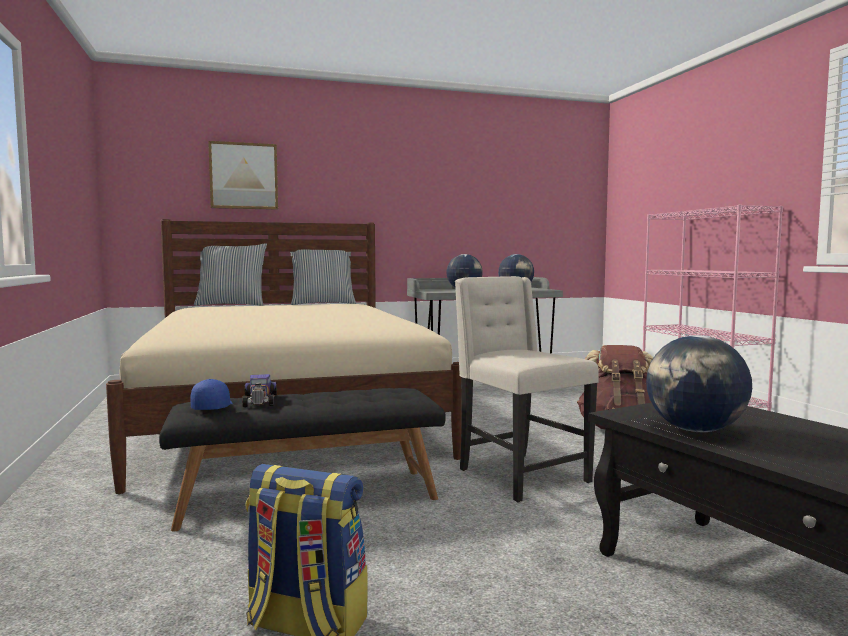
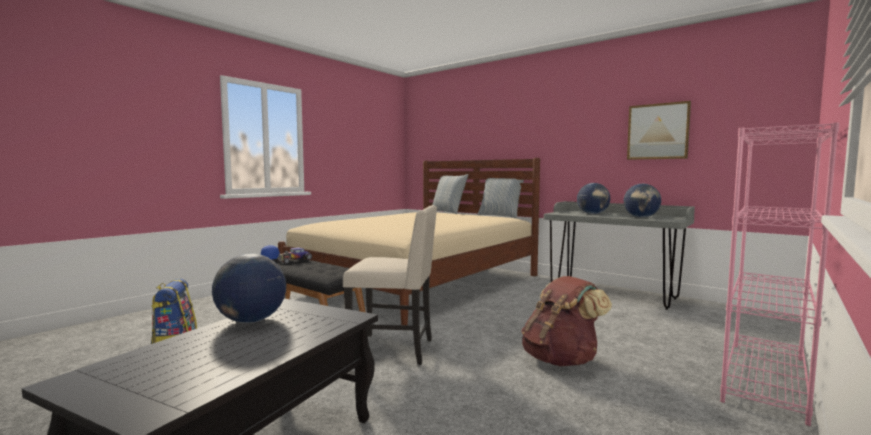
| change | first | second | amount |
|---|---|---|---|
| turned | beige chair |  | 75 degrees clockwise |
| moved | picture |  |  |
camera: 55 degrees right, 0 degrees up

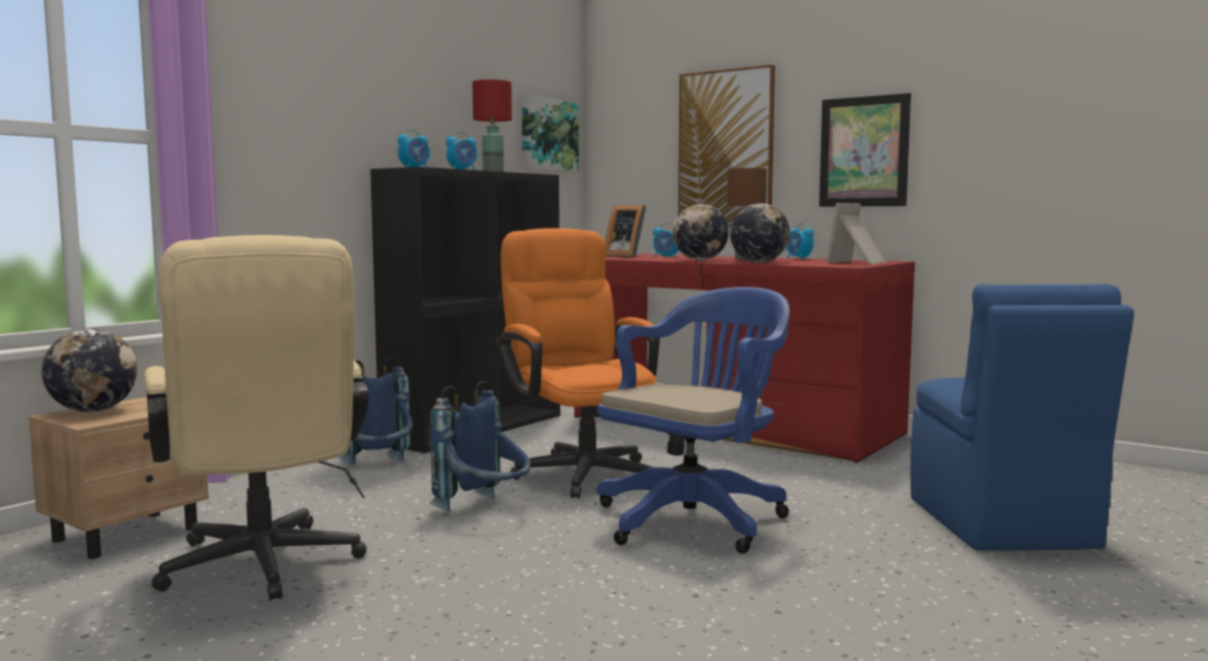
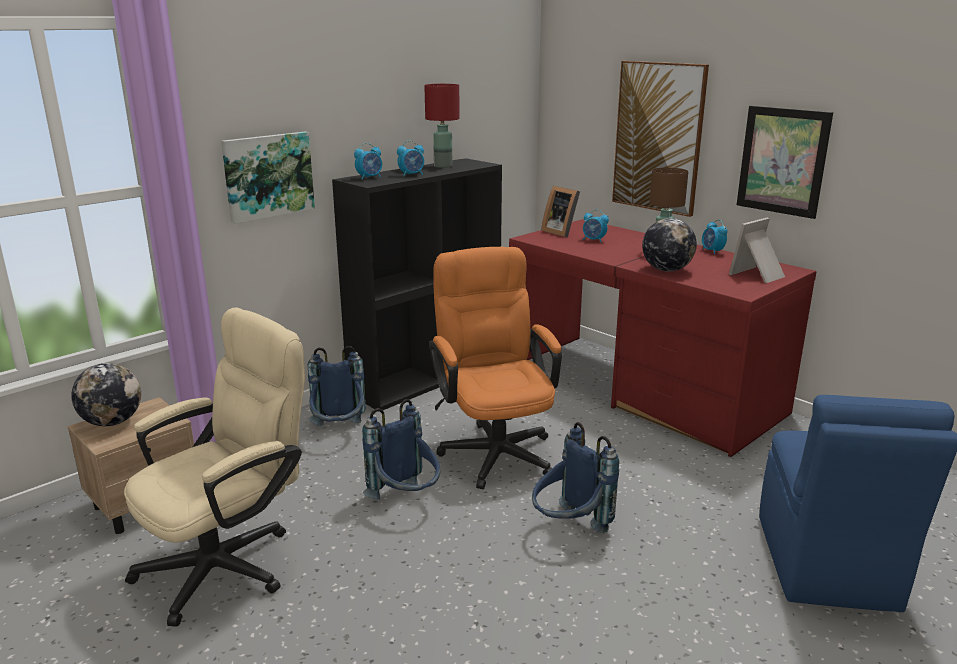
| change | first | second | amount |
|---|---|---|---|
| turned | beige office chair |  | 120 degrees counterclockwise |
| moved | picture (1st from left) |  |  |
| replaced | blue office chair | blue backpack (3rd from left) |  |
| removed | globe (2nd from left) |  |  |
camera: 10 degrees right, 15 degrees up

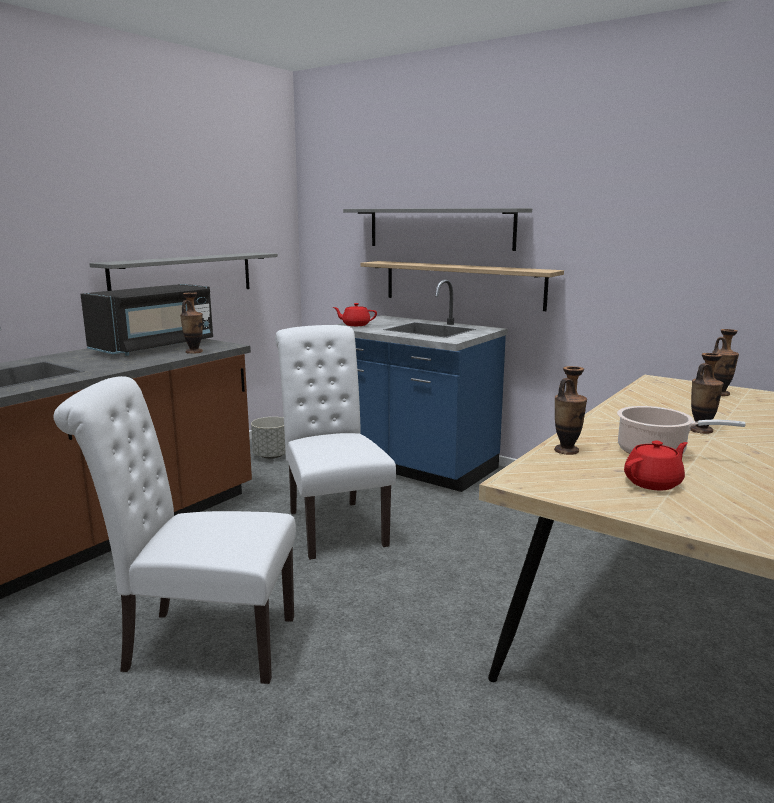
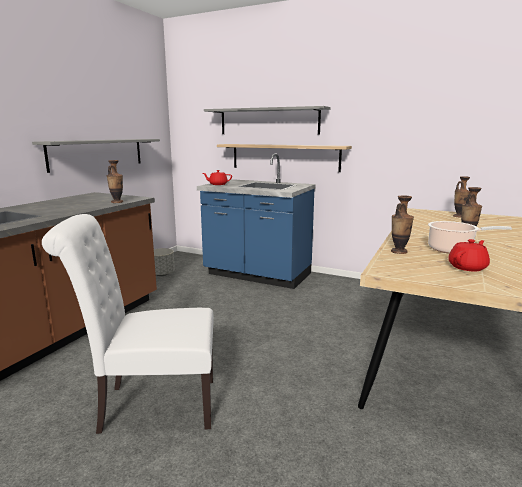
| change | first | second | amount |
|---|---|---|---|
| removed | black microwave |  |  |
| removed | white chair (2nd from left) |  |  |
camera: 10 degrees left, 0 degrees up

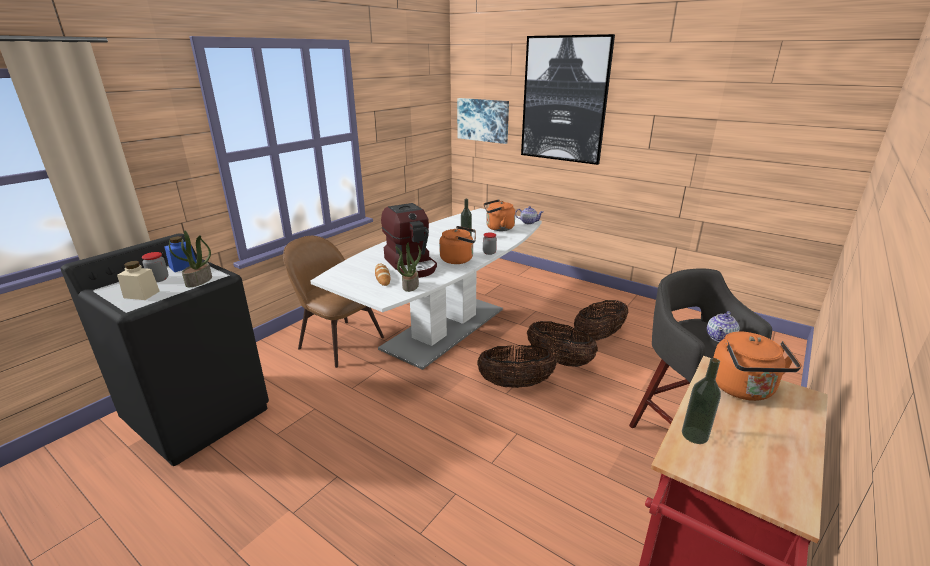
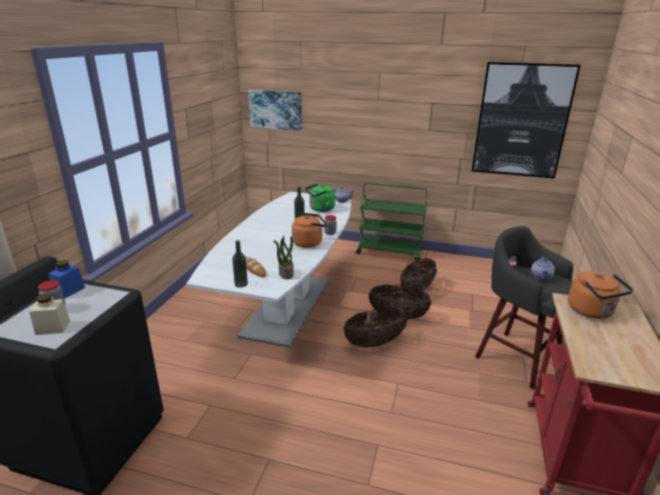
| change | first | second | amount |
|---|---|---|---|
| moved | bottle (2nd from left in the first image) | bottle (1st from left) |  |
| recoloured | orange kettle (2nd from left) | green kettle |  |
| added |  | green cart |  |
| moved | picture (2nd from left) |  |  |
| removed | potted plant (1st from left) |  |  |
| removed | brown chair |  |  |
| removed | coffee machine |  |  |
camera: 20 degrees left, 0 degrees up

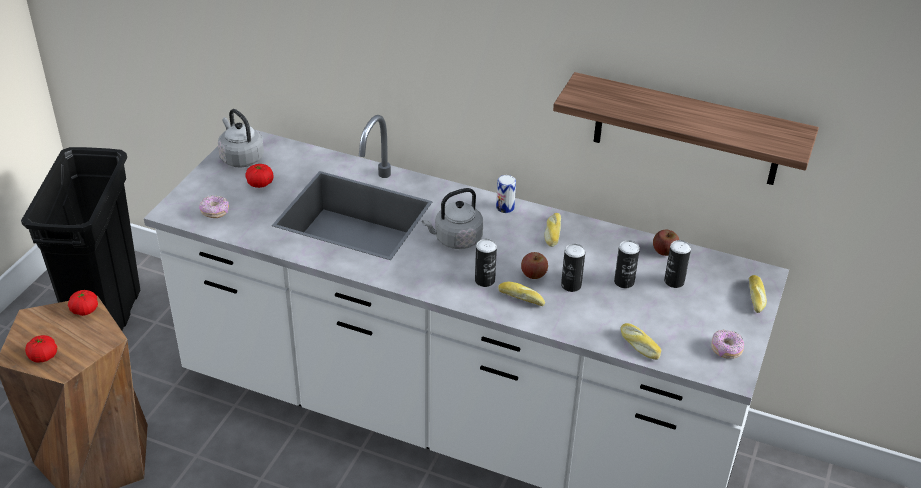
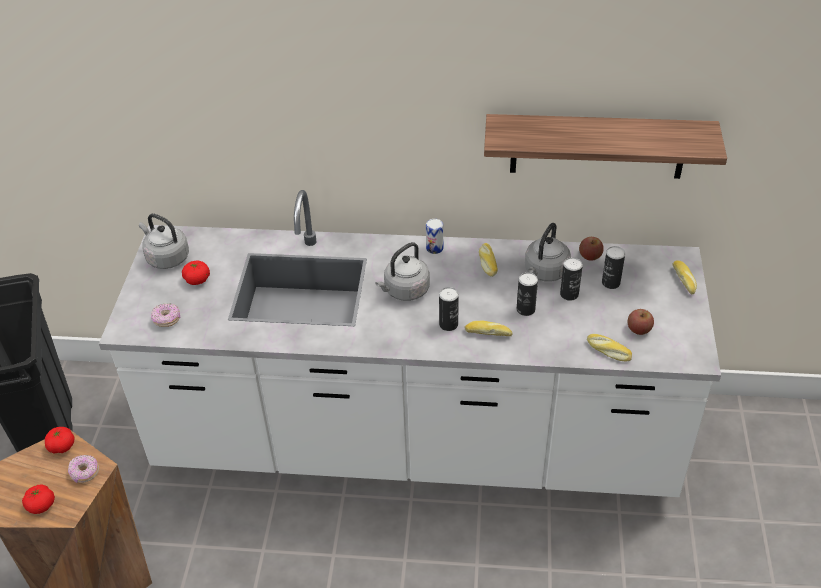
| change | first | second | amount |
|---|---|---|---|
| moved | donut (2nd from left in the first image) | donut (1st from left) |  |
| added |  | grey kettle (3rd from left) |  |
| moved | apple (1st from left in the first image) | apple (2nd from left) |  |
camera: 15 degrees left, 5 degrees up

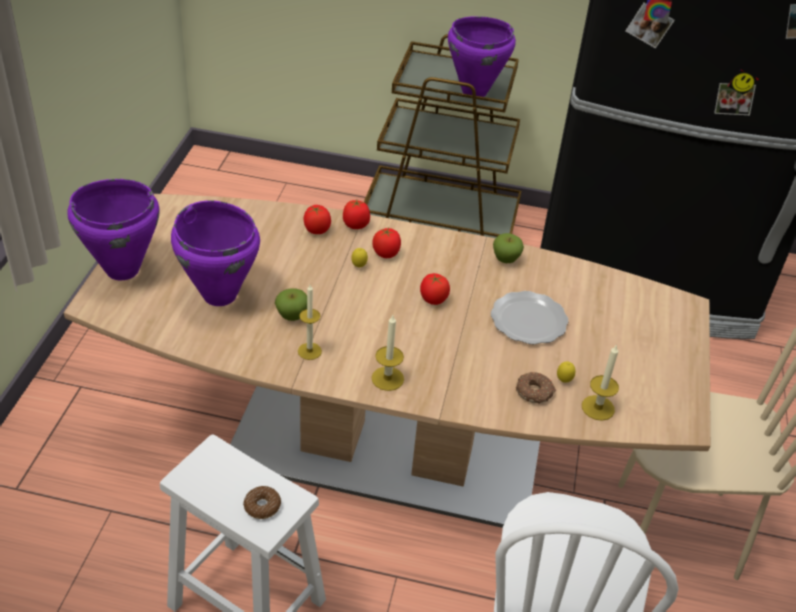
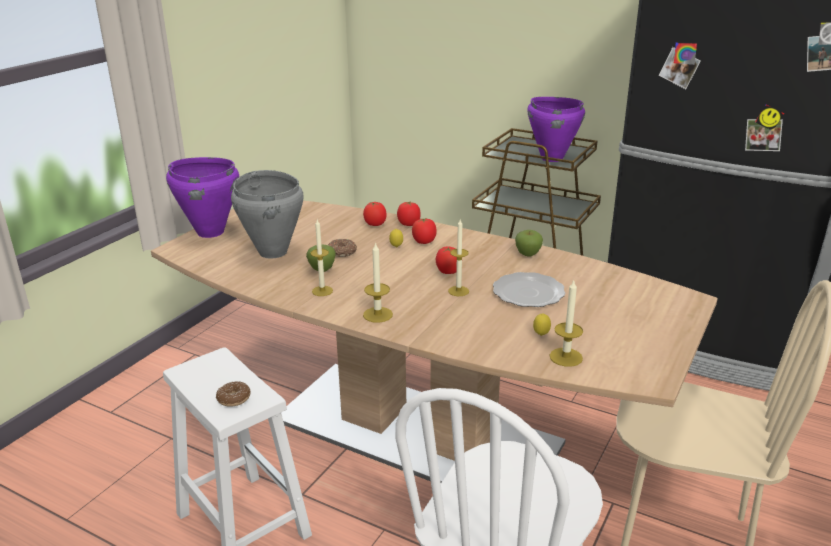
| change | first | second | amount |
|---|---|---|---|
| recoloured | purple cooking pot (2nd from left) | grey cooking pot |  |
| moved | donut (2nd from left) |  |  |
| added |  | candle (3rd from left) |  |
camera: 20 degrees right, 15 degrees down

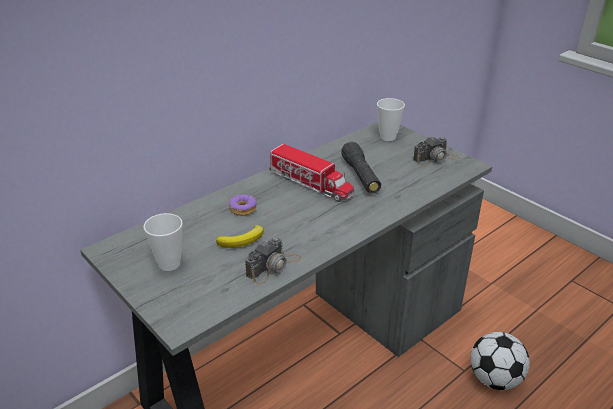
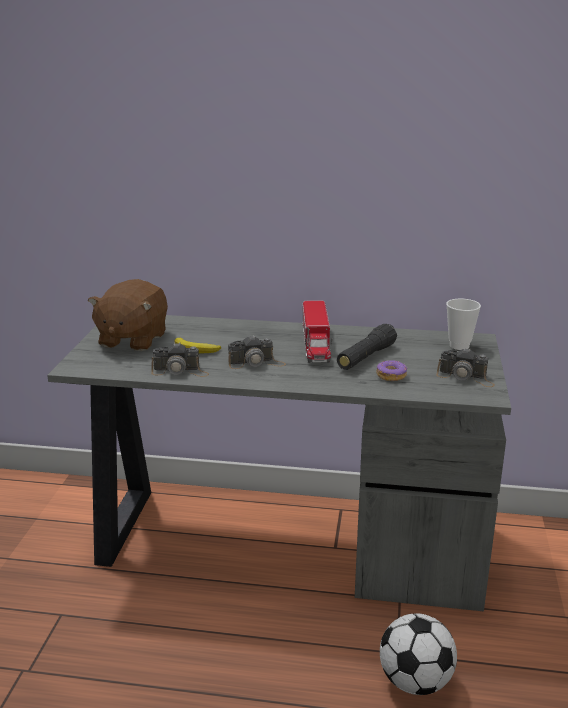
| change | first | second | amount |
|---|---|---|---|
| replaced | cup (1st from left) | brown plush toy |  |
| added |  | photo camera (2nd from left) |  |
| moved | donut |  |  |
camera: 50 degrees right, 10 degrees down

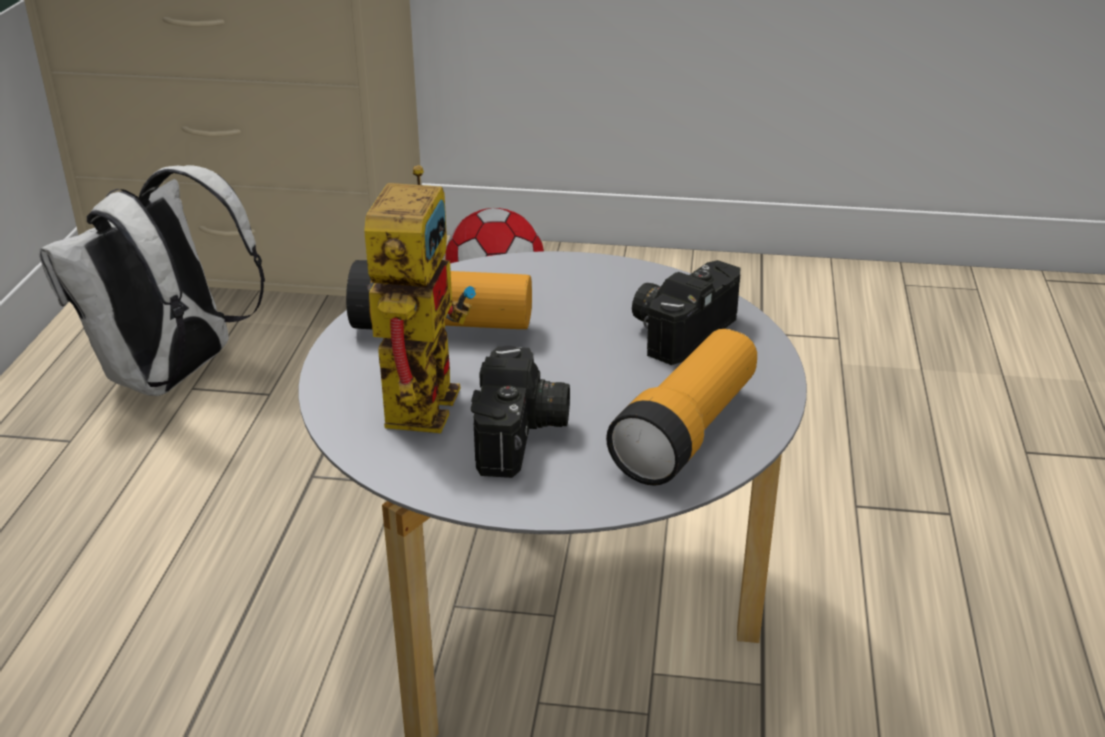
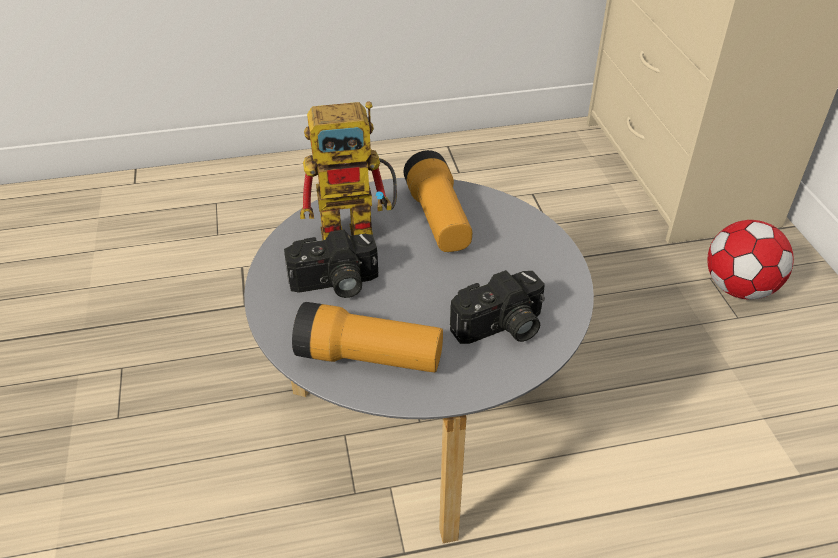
| change | first | second | amount |
|---|---|---|---|
| turned | photo camera (2nd from left) |  | 135 degrees clockwise |
| removed | white backpack |  |  |
camera: 70 degrees right, 10 degrees up

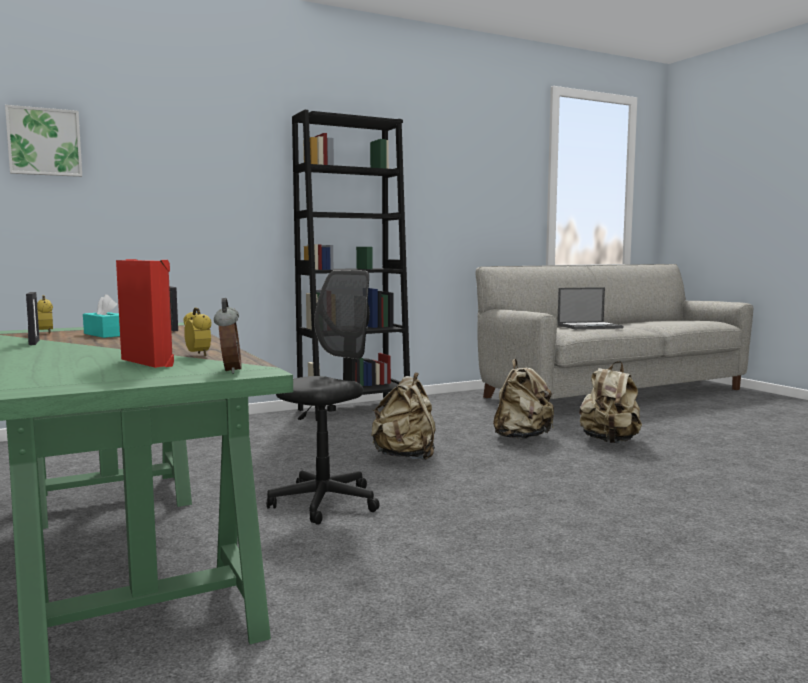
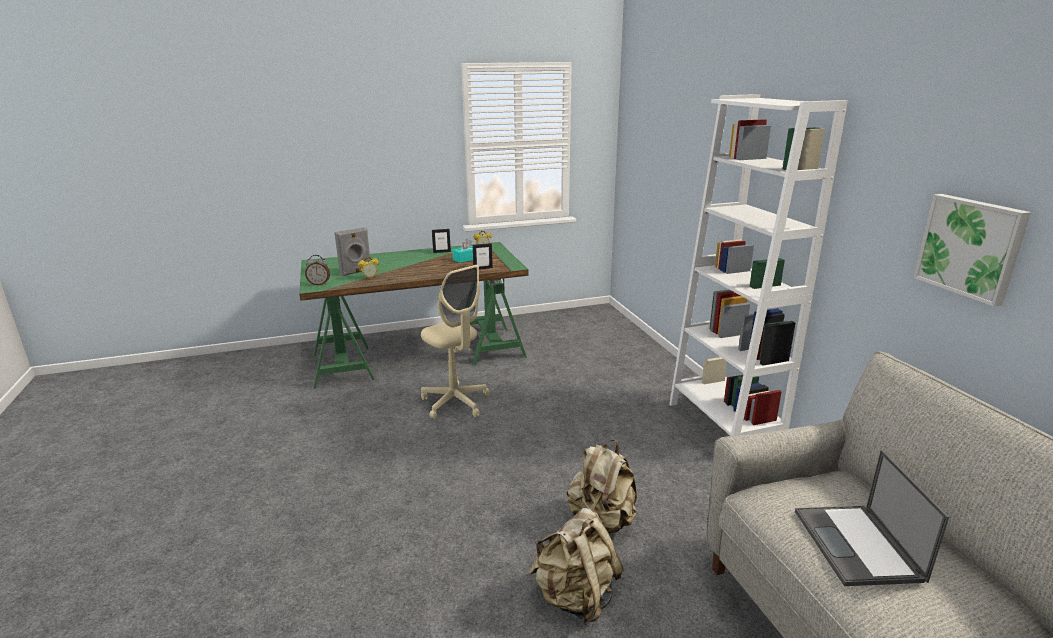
| change | first | second | amount |
|---|---|---|---|
| recoloured | red speaker | grey speaker |  |
| recoloured | black office chair | beige office chair |  |
| recoloured | black bookcase | white bookcase |  |
| moved | picture |  |  |
| removed | beige backpack (1st from left) |  |  |
camera: 100 degrees right, 15 degrees up

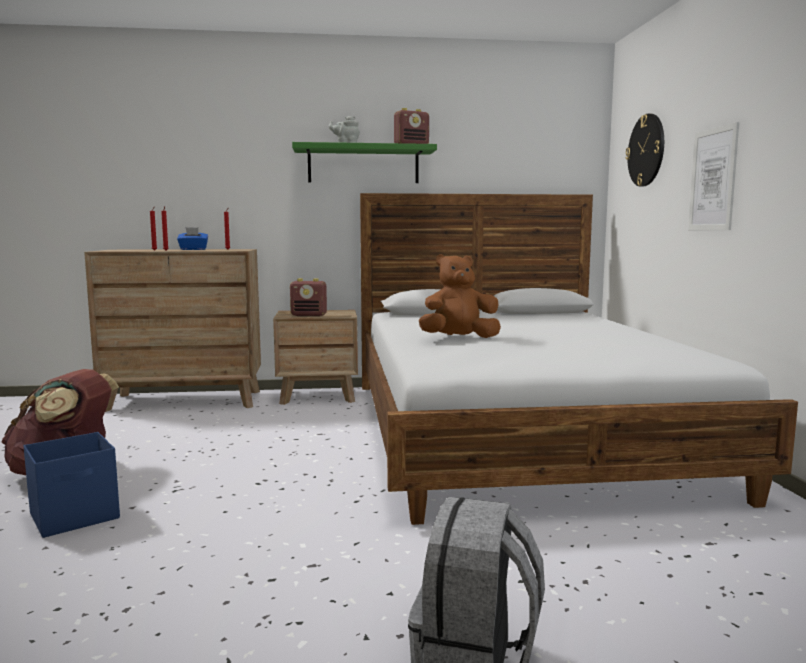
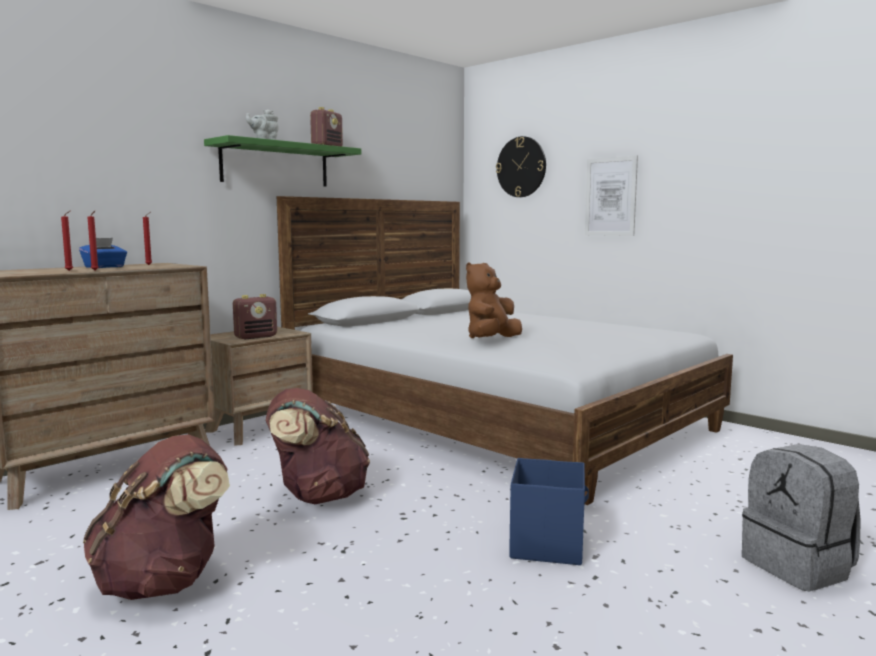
| change | first | second | amount |
|---|---|---|---|
| added |  | brown backpack (2nd from left) |  |
| moved | blue storage box |  |  |
camera: 40 degrees left, 0 degrees up

